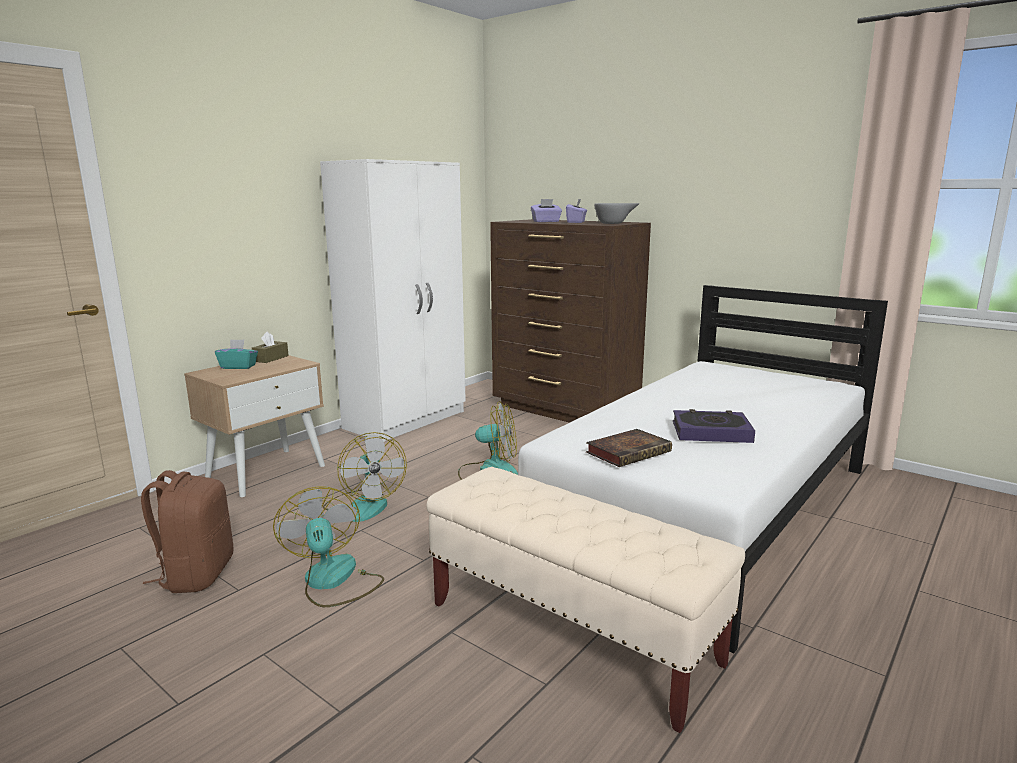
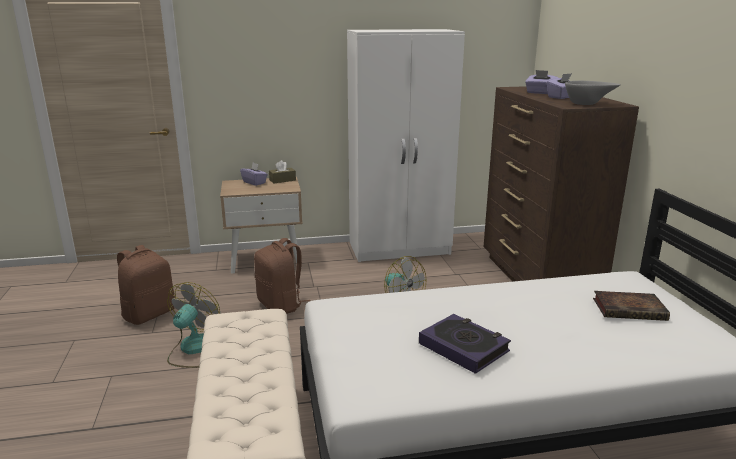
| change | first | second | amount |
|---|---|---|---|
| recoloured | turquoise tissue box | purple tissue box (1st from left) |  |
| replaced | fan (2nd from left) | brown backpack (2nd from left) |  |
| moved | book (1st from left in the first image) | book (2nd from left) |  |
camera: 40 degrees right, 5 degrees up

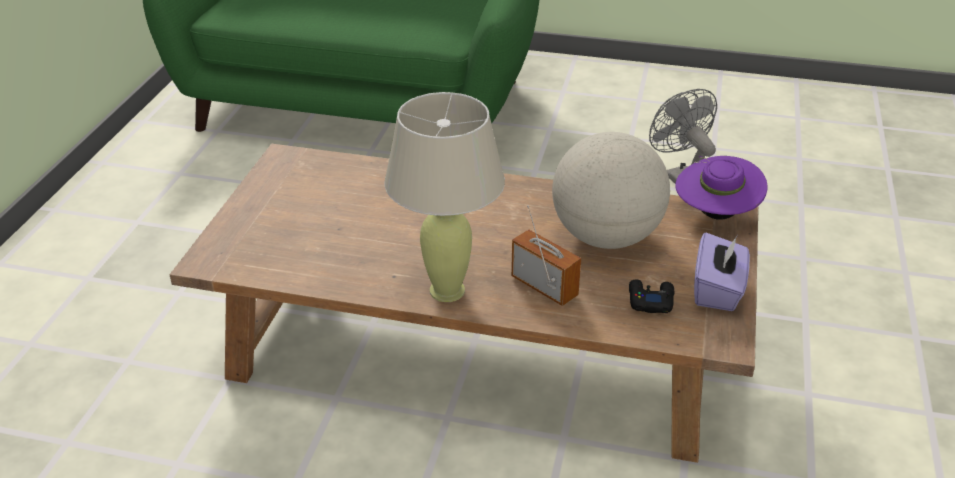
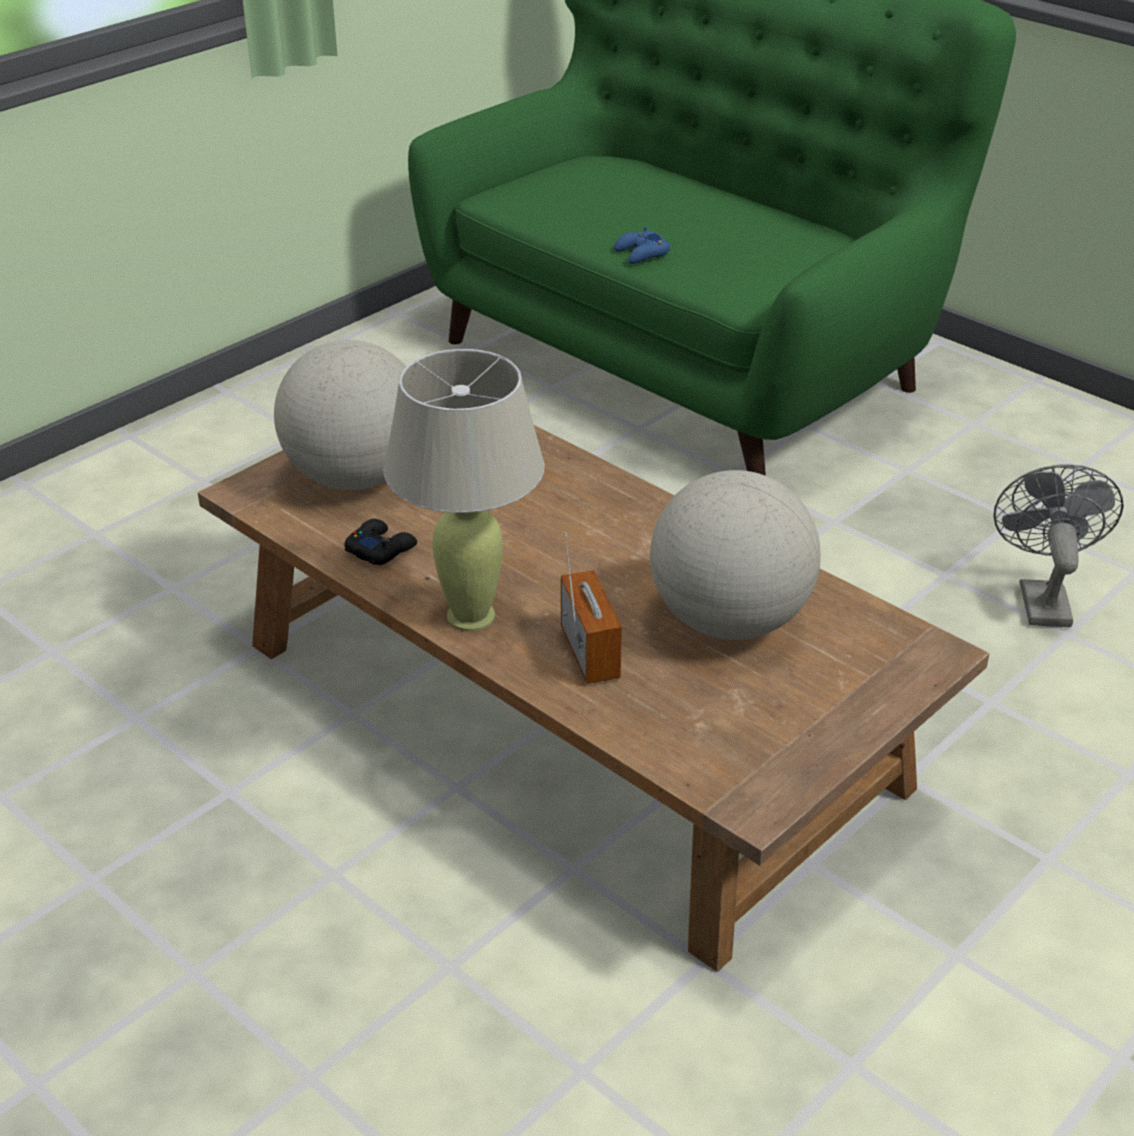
| change | first | second | amount |
|---|---|---|---|
| added |  | globe (1st from left) |  |
| moved | black game controller |  |  |
| added |  | blue game controller |  |
| removed | purple hat |  |  |
| removed | purple tissue box |  |  |
camera: 30 degrees right, 0 degrees up

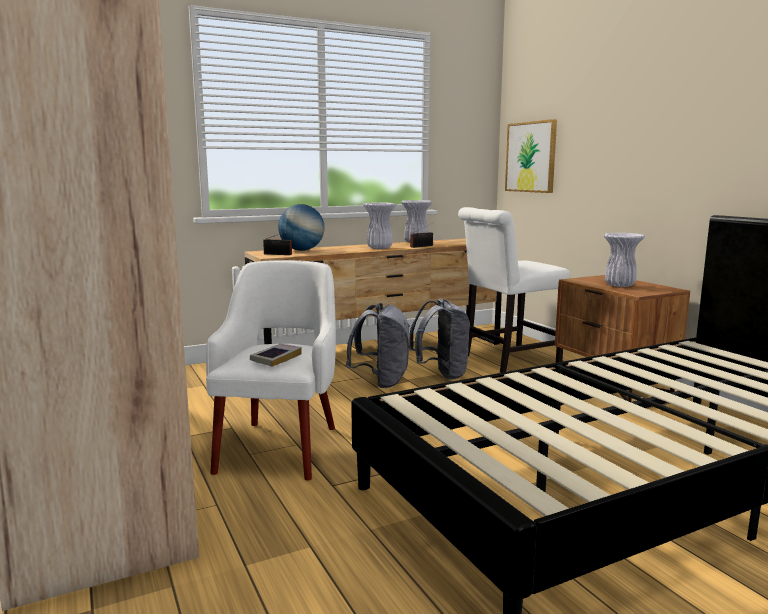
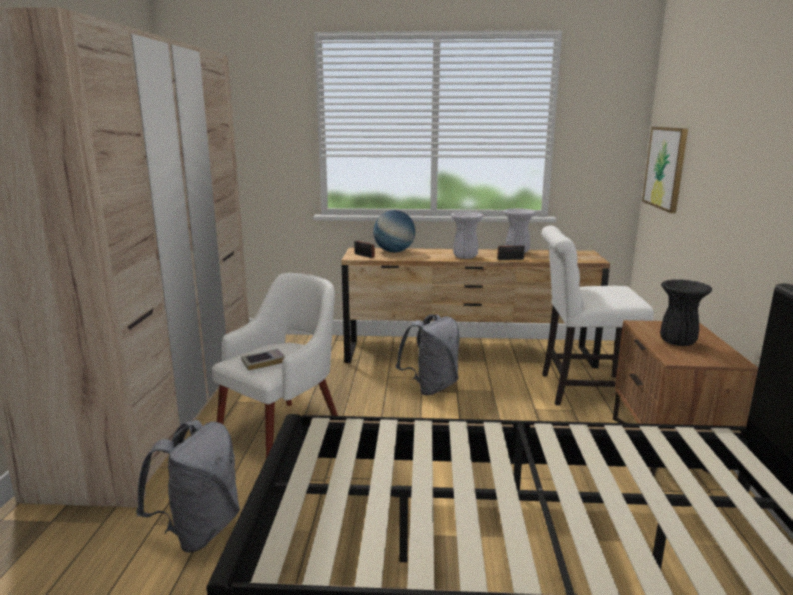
| change | first | second | amount |
|---|---|---|---|
| moved | grey backpack (2nd from left in the first image) | grey backpack (1st from left) |  |
| recoloured | white vase (3rd from left) | black vase |  |
camera: 30 degrees right, 5 degrees up

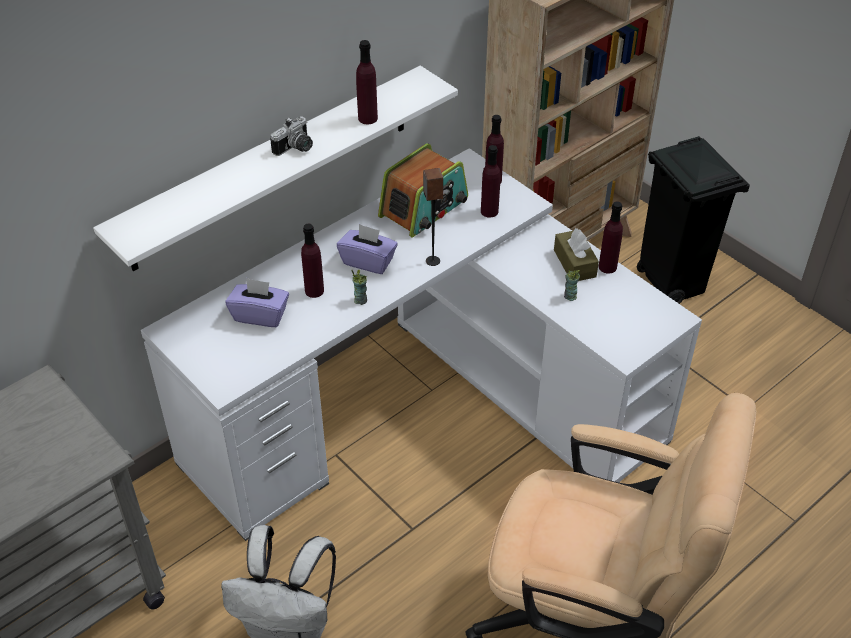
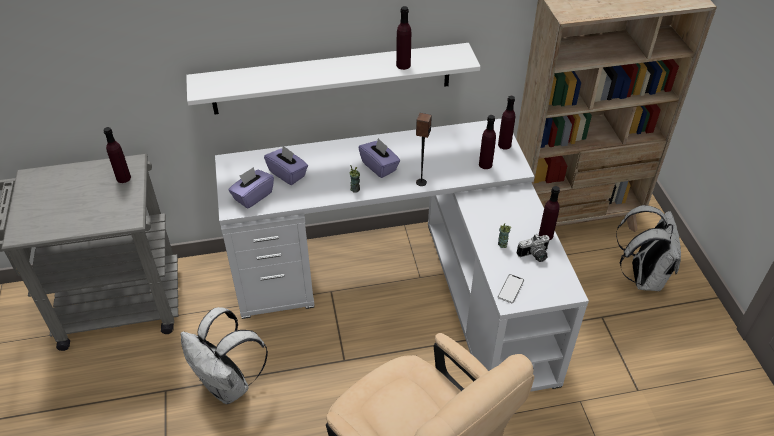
| change | first | second | amount |
|---|---|---|---|
| moved | purple bottle (1st from left) |  |  |
| added |  | purple tissue box (1st from left) |  |
| added |  | phone |  |
| moved | photo camera |  |  |
| replaced | black trash can | white backpack (2nd from left) |  |
| removed | radio |  |  |
| removed | brown tissue box |  |  |
camera: 30 degrees right, 0 degrees up

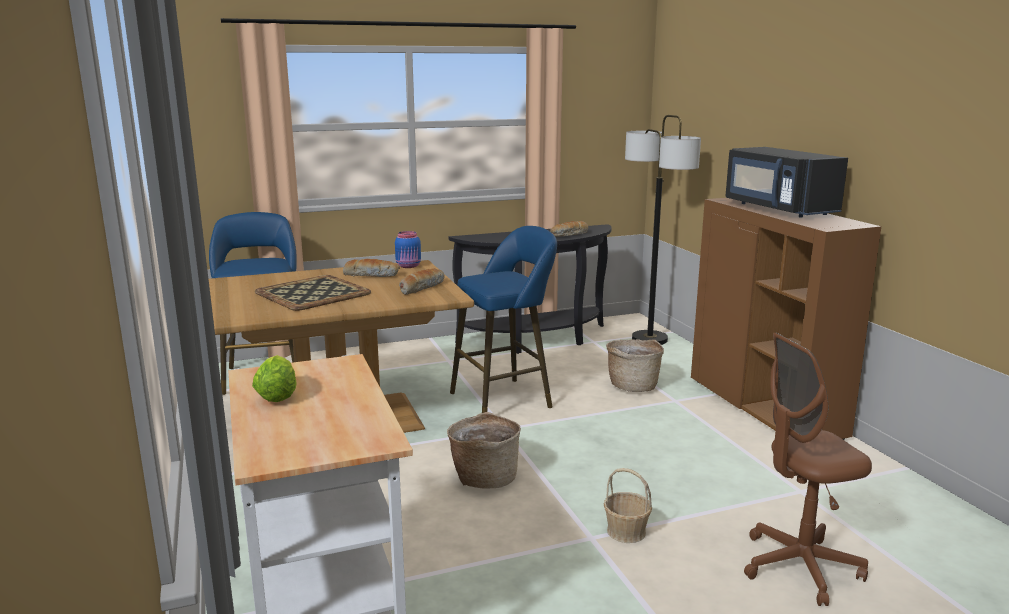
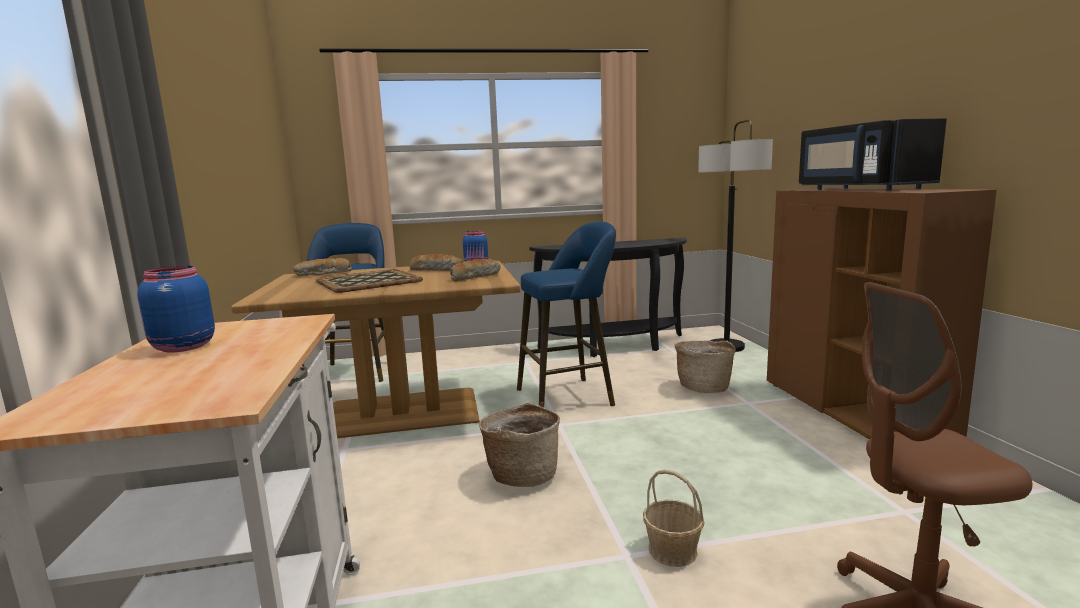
| change | first | second | amount |
|---|---|---|---|
| replaced | lettuce | blue jar (1st from left) |  |
| moved | bread (3rd from left in the first image) | bread (1st from left) |  |
camera: 10 degrees right, 5 degrees down

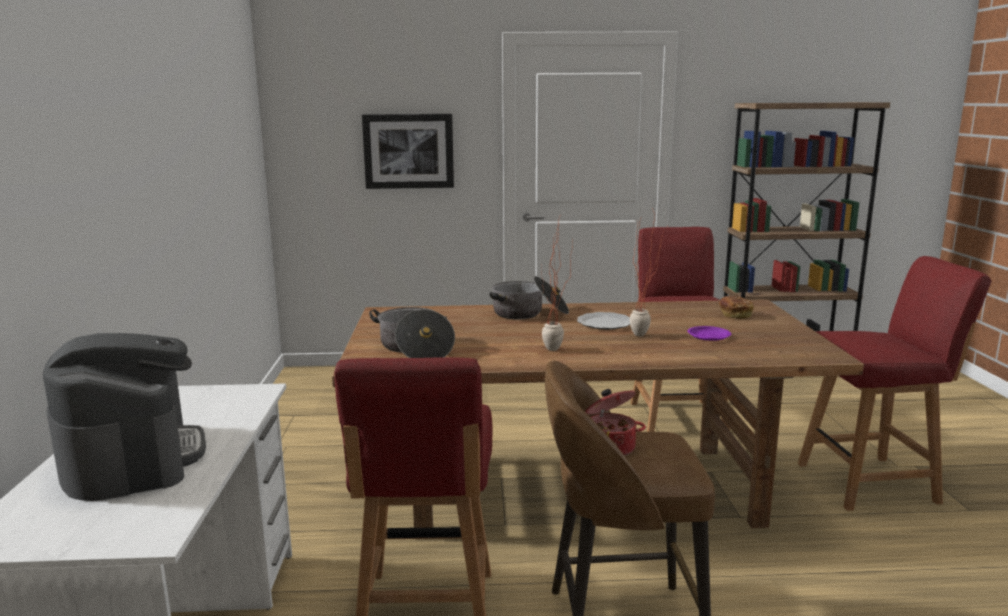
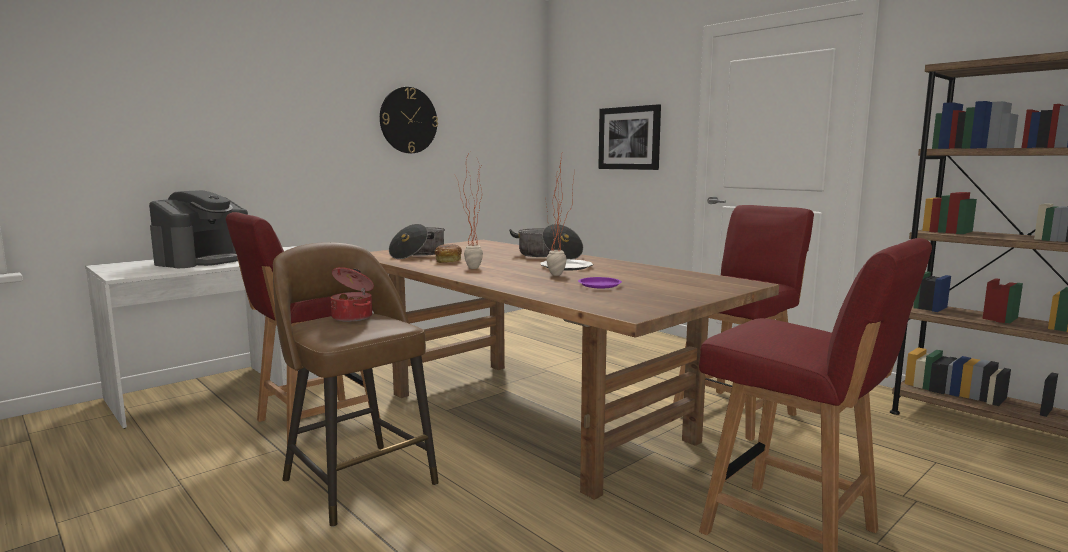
| change | first | second | amount |
|---|---|---|---|
| added |  | wall clock |  |
| moved | bread |  |  |
camera: 50 degrees right, 5 degrees down

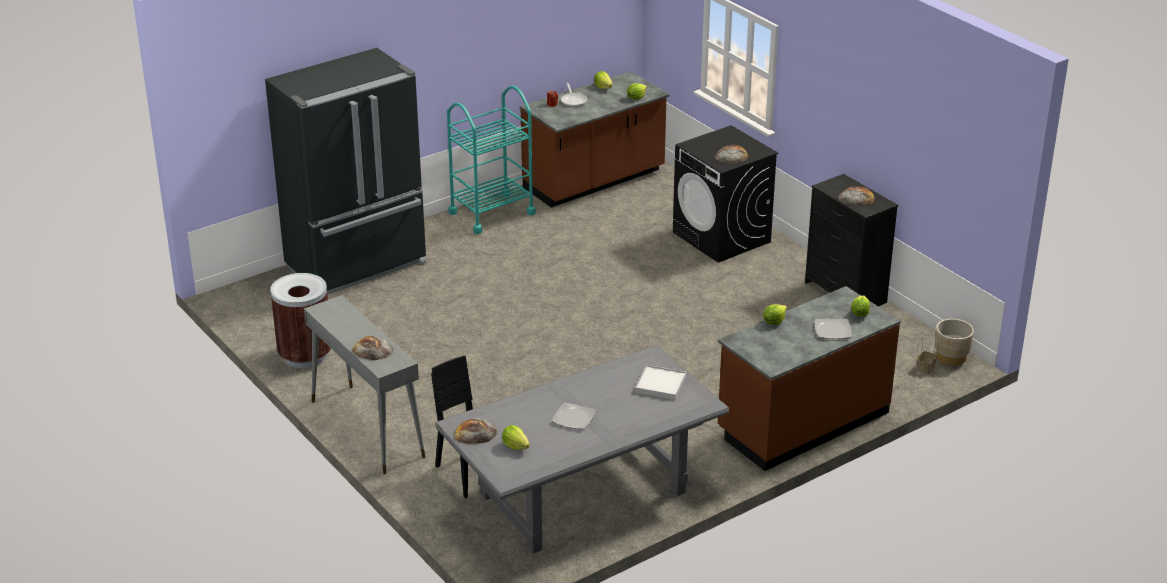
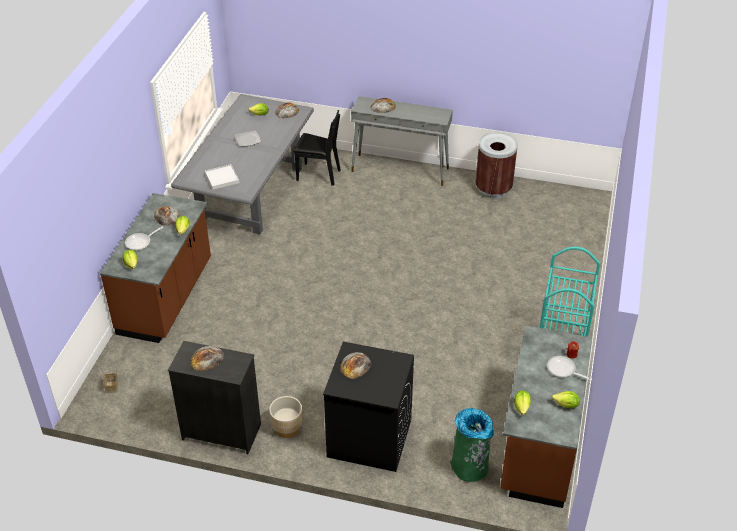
| change | first | second | amount |
|---|---|---|---|
| replaced | plate (2nd from left) | frying pan (1st from left) |  |
| added |  | bread (1st from left) |  |
| moved | beige planter |  |  |
| added |  | green trash can |  |
| removed | black fridge |  |  |
camera: 140 degrees right, 10 degrees up

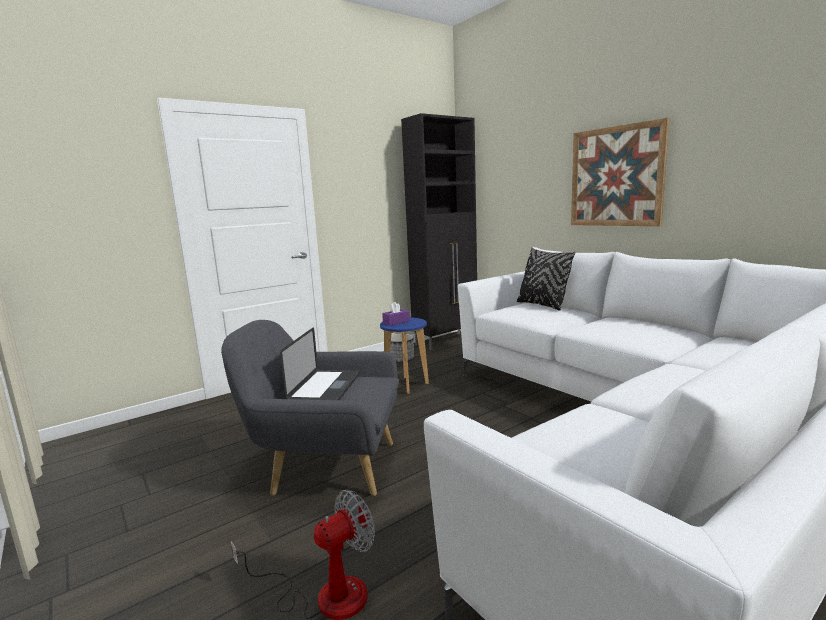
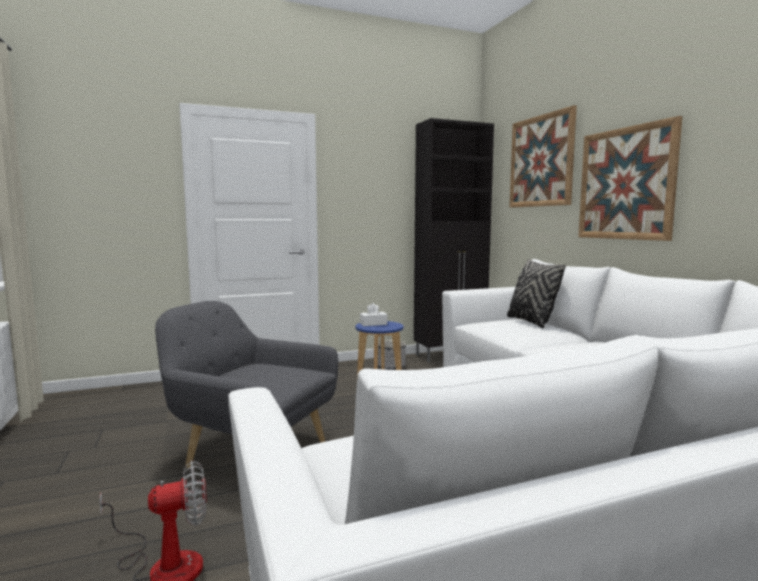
| change | first | second | amount |
|---|---|---|---|
| recoloured | purple tissue box | white tissue box |  |
| added |  | picture (1st from left) |  |
| removed | laptop |  |  |
camera: 15 degrees right, 5 degrees down

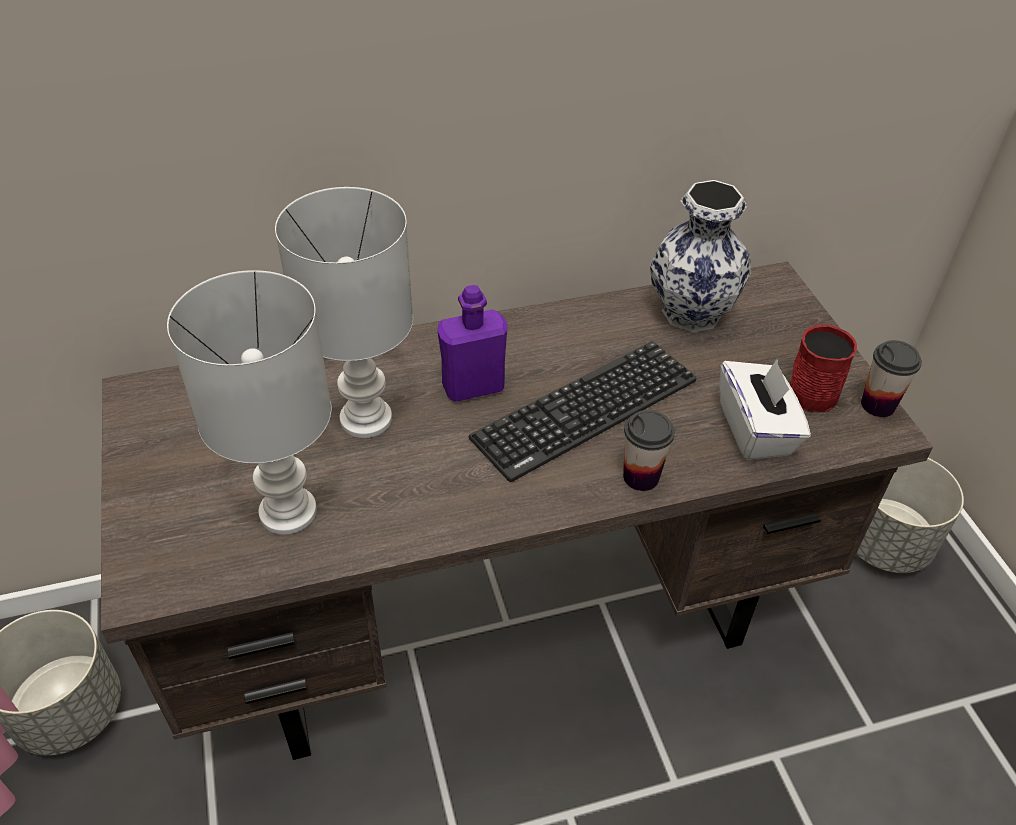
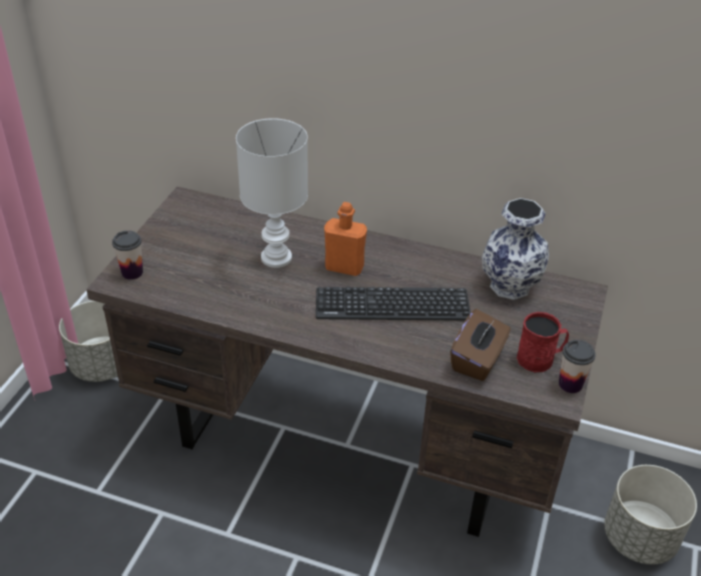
| change | first | second | amount |
|---|---|---|---|
| moved | cup (1st from left) |  |  |
| recoloured | purple bottle | orange bottle |  |
| recoloured | white tissue box | brown tissue box |  |
| removed | white table lamp (1st from left) |  |  |
camera: 35 degrees right, 5 degrees down

